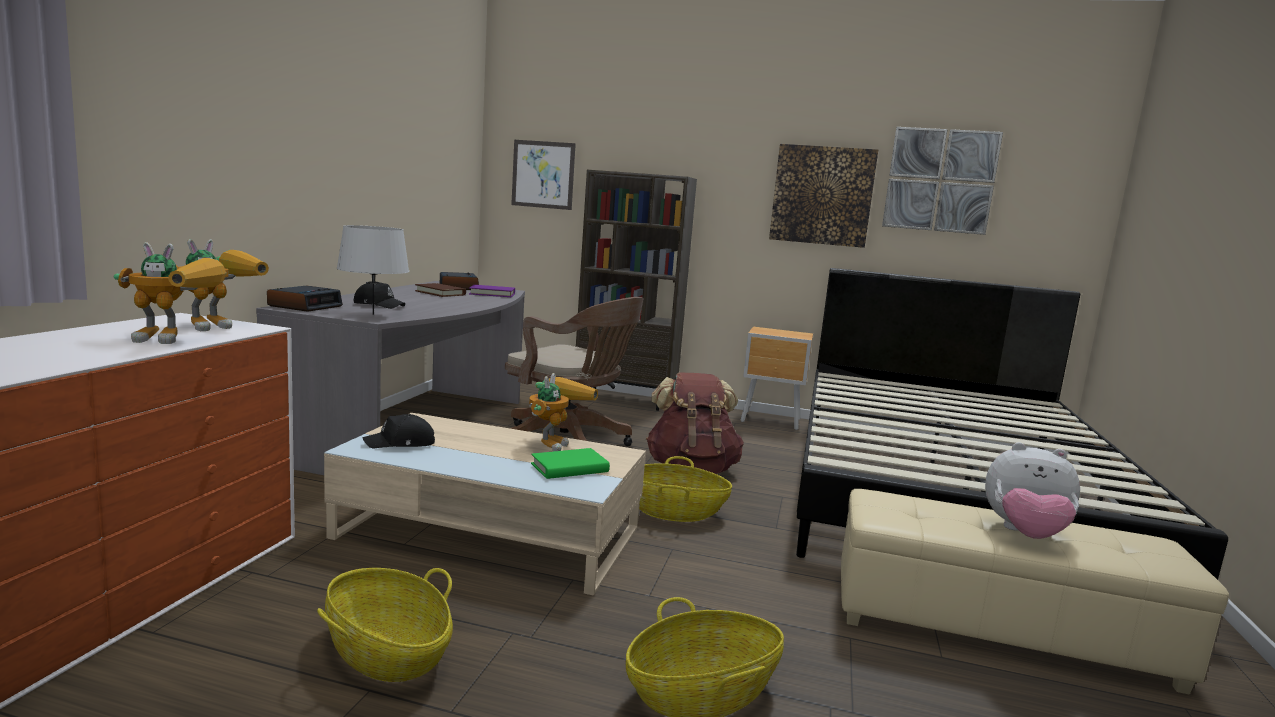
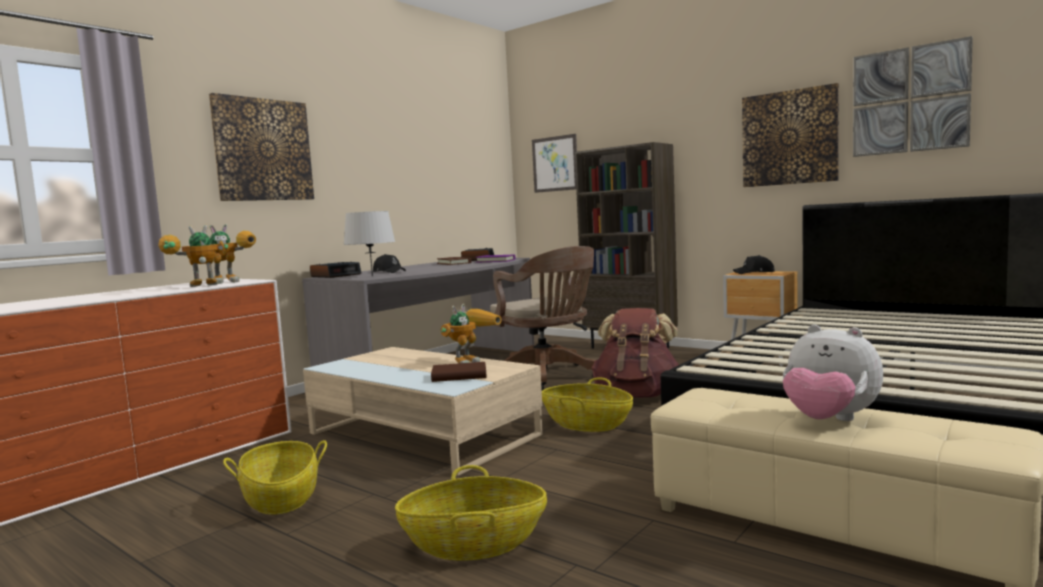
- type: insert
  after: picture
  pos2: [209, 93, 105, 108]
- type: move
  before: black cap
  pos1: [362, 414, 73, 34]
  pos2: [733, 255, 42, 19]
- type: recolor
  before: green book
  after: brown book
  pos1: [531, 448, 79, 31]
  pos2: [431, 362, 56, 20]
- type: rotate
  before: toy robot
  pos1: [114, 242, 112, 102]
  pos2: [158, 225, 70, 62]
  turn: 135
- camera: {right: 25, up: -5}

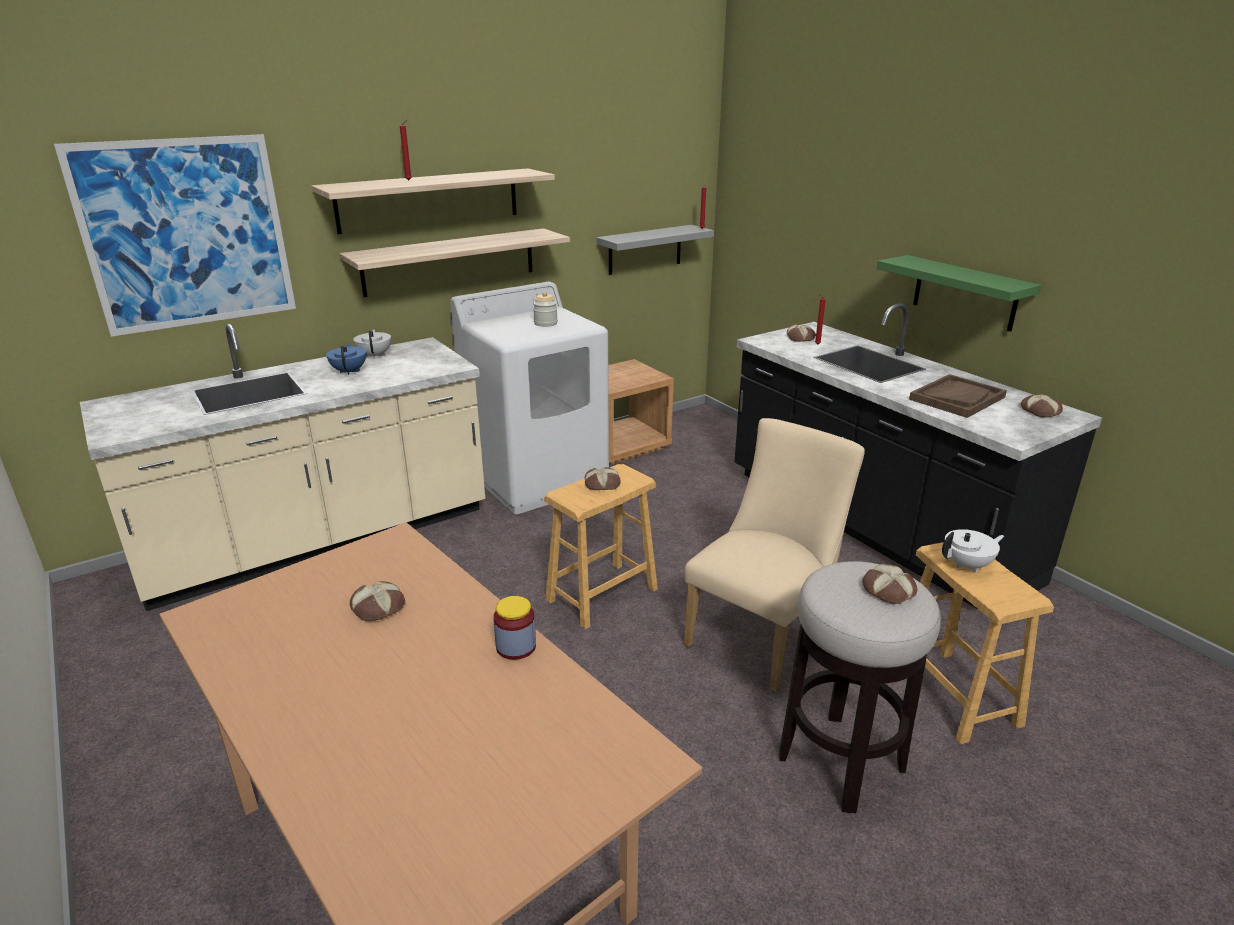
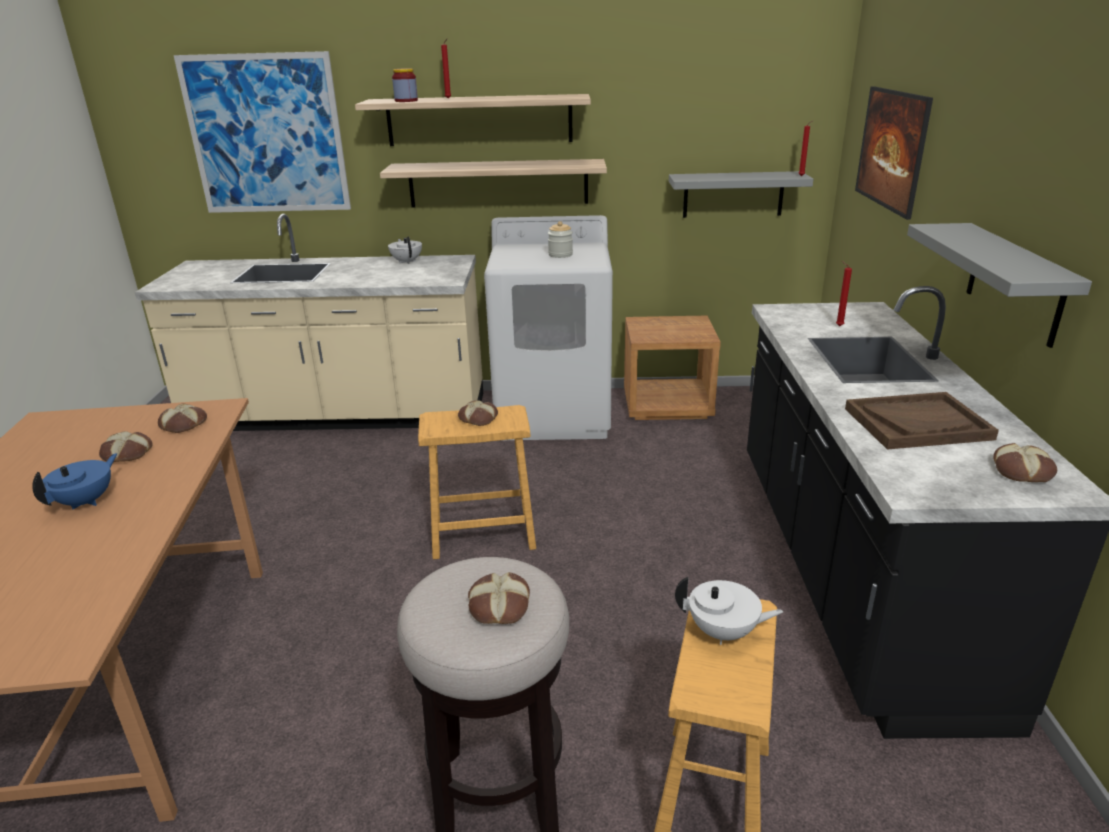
- type: delete
  before: beige chair
  pos1: [684, 418, 181, 273]
- type: insert
  after: picture
  pos2: [855, 86, 78, 134]
- type: move
  before: blue teapot
  pos1: [326, 343, 40, 32]
  pos2: [32, 453, 85, 56]
- type: move
  before: jar
  pos1: [493, 596, 43, 64]
  pos2: [392, 68, 26, 34]
- type: move
  before: bread
  pos1: [787, 324, 29, 18]
  pos2: [158, 403, 49, 30]
- type: recolor
  before: green shelf
  after: grey shelf
  pos1: [877, 255, 164, 77]
  pos2: [907, 223, 185, 125]
- type: rotate
  before: white teapot
  pos1: [353, 329, 38, 30]
  pos2: [388, 236, 34, 28]
  turn: -45
- camera: {right: 35, up: 0}

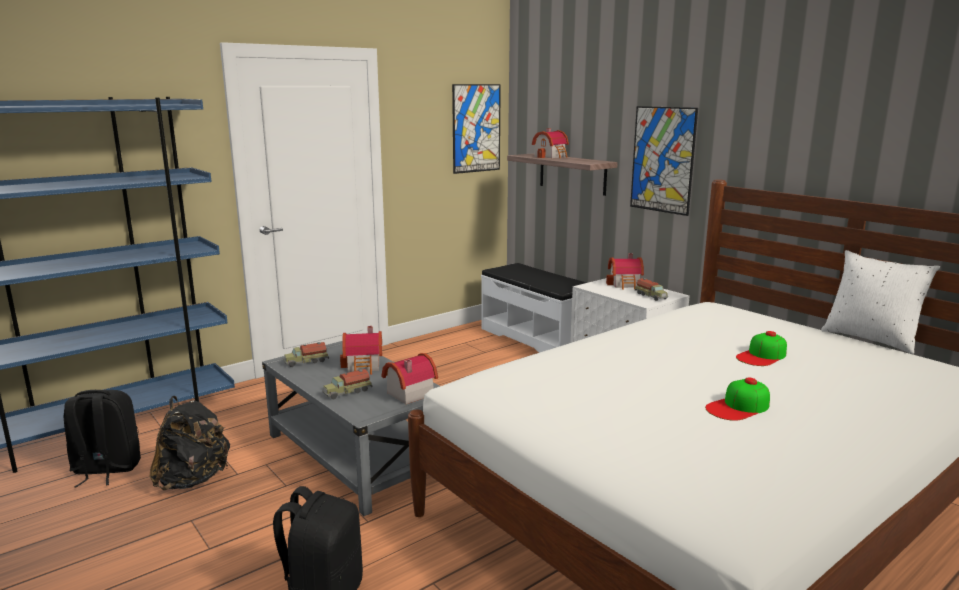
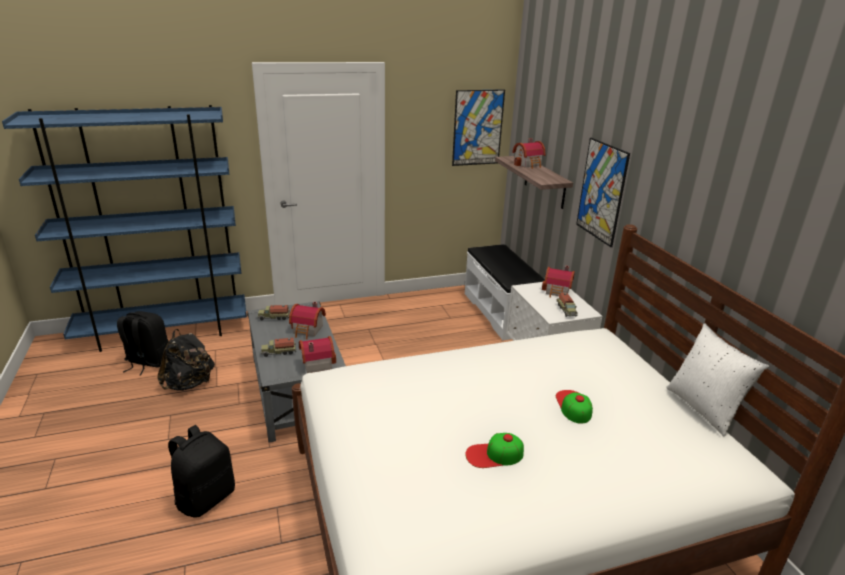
- type: rotate
  before: cap
  pos1: [736, 331, 51, 35]
  pos2: [556, 390, 37, 34]
  turn: 105
- camera: {right: 20, up: 10}

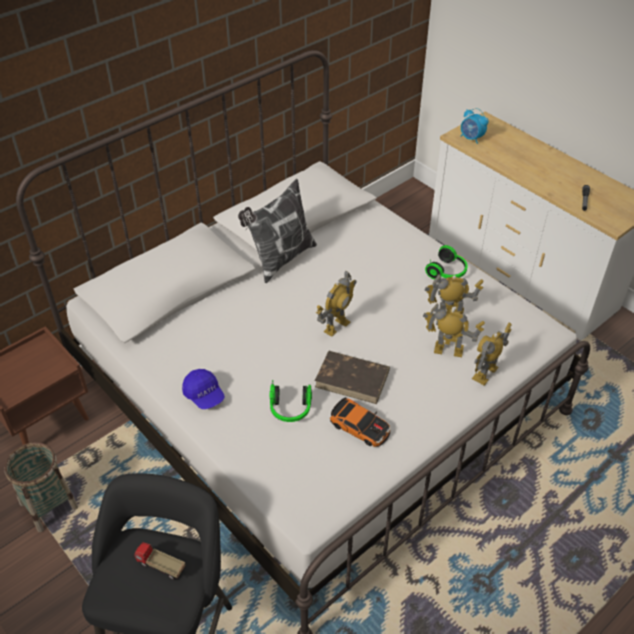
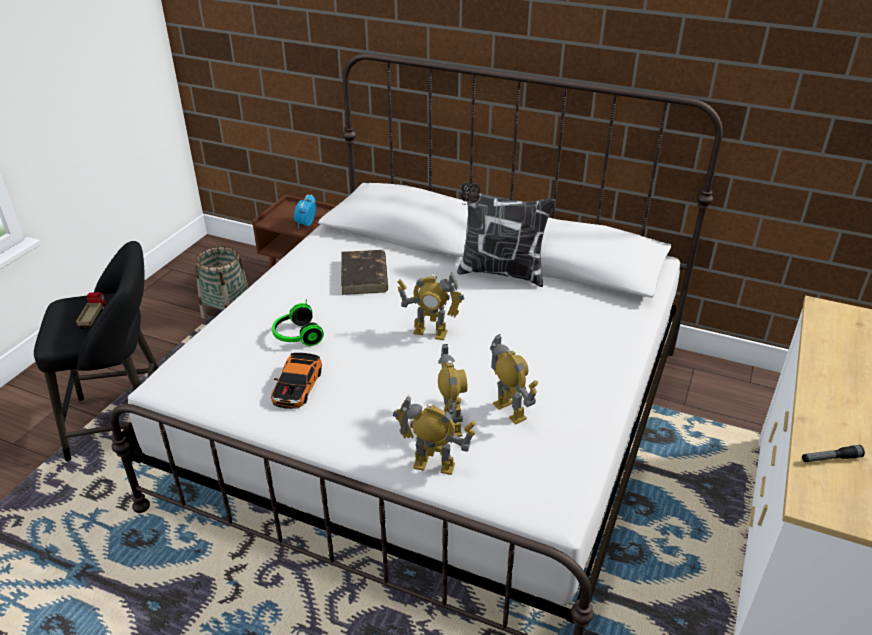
- type: delete
  before: blue cap
  pos1: [182, 369, 43, 40]
- type: delete
  before: headphones
  pos1: [425, 245, 43, 35]
- type: move
  before: brown book
  pos1: [315, 351, 75, 53]
  pos2: [341, 250, 47, 45]
- type: move
  before: alarm clock
  pos1: [461, 108, 28, 36]
  pos2: [294, 194, 22, 35]
- camera: {right: 65, up: -10}

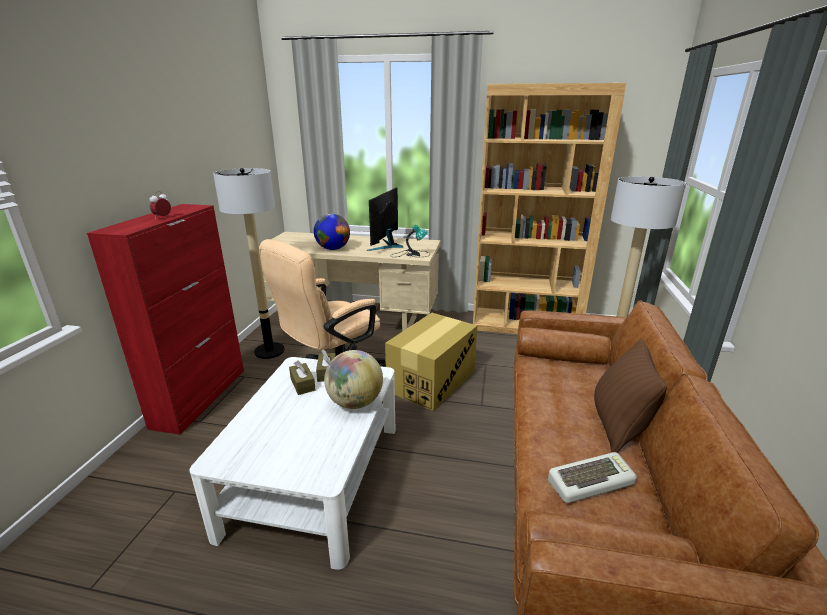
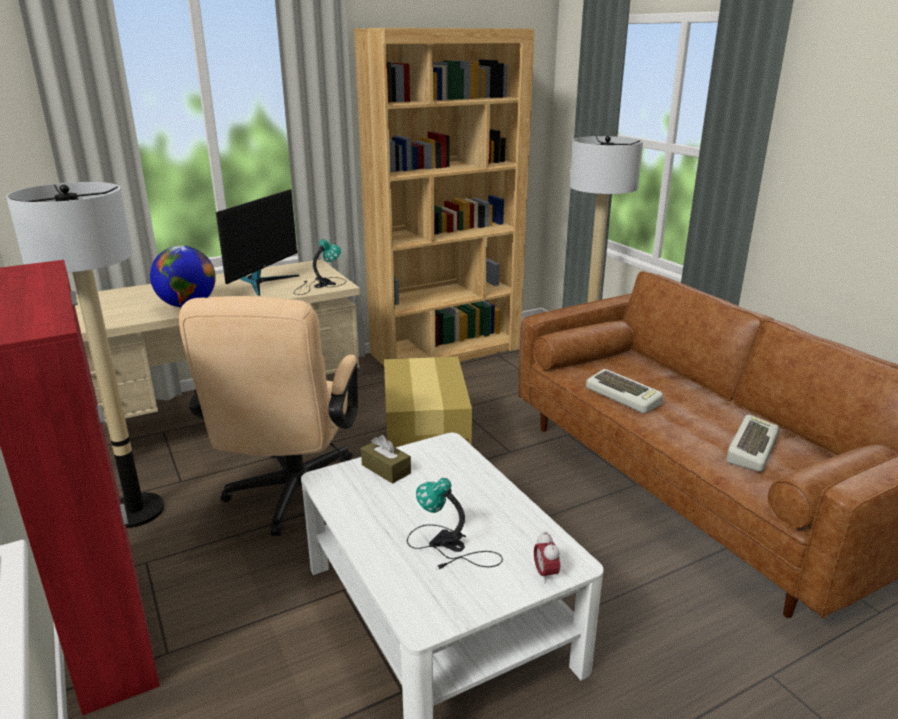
- type: delete
  before: brown tissue box
  pos1: [289, 361, 27, 34]
- type: delete
  before: globe
  pos1: [324, 350, 59, 59]
- type: delete
  before: brown pillow
  pos1: [594, 338, 73, 115]
- type: insert
  after: table lamp
  pos2: [407, 478, 96, 92]
- type: insert
  after: keyboard
  pos2: [586, 369, 77, 44]
- type: move
  before: alarm clock
  pos1: [150, 191, 21, 28]
  pos2: [534, 532, 26, 51]
- type: rotate
  before: monitor
  pos1: [367, 187, 36, 64]
  pos2: [216, 189, 83, 107]
  turn: -135
- camera: {right: -40, up: 0}

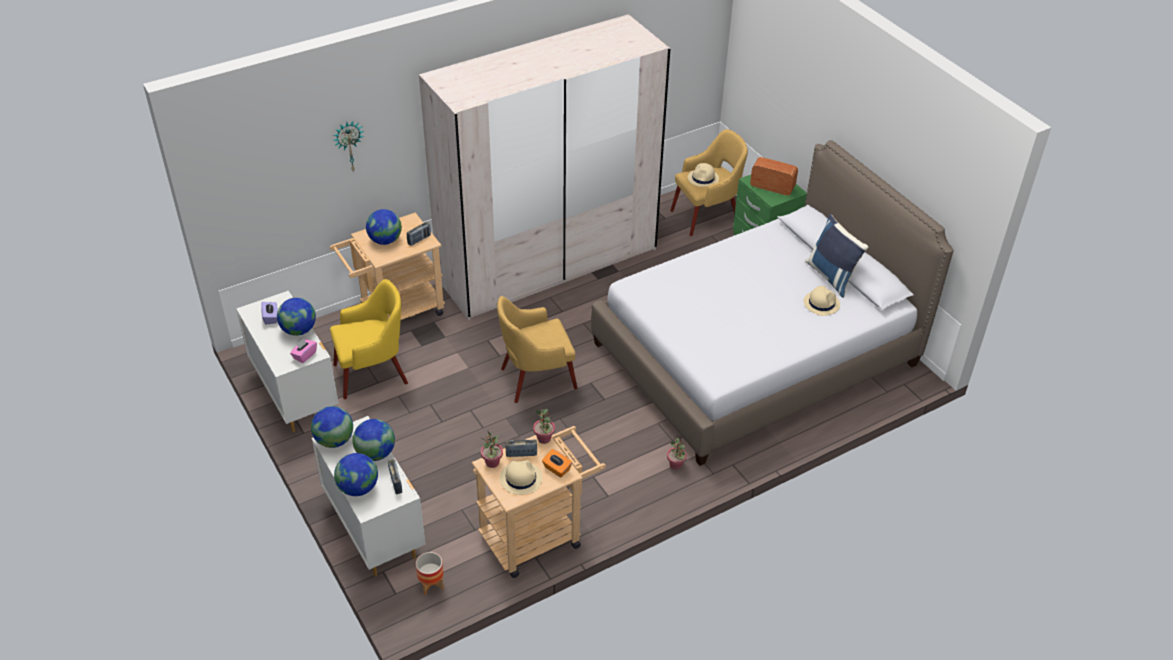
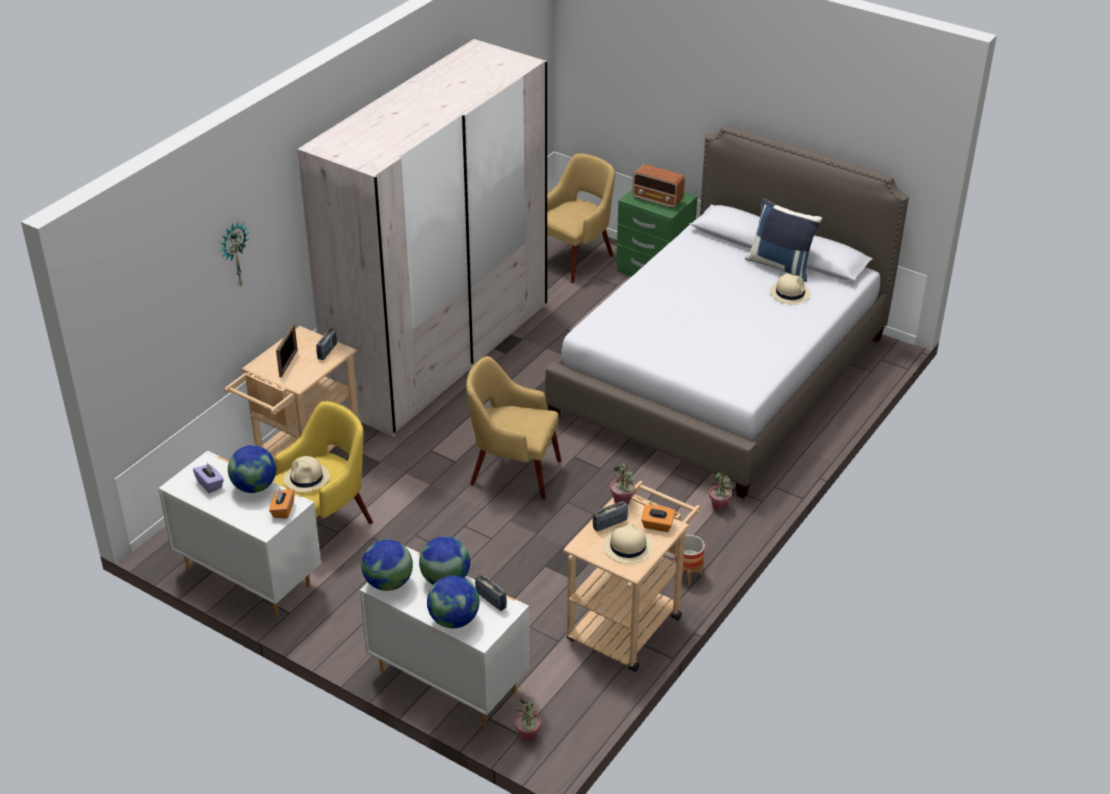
- type: move
  before: planter
  pos1: [416, 552, 28, 43]
  pos2: [674, 535, 31, 50]
- type: move
  before: potted plant
  pos1: [481, 430, 22, 38]
  pos2: [514, 699, 27, 43]
- type: move
  before: beige hat
  pos1: [688, 163, 31, 24]
  pos2: [284, 456, 46, 37]
- type: replace
  before: globe
  after: picture frame
  pos1: [366, 209, 36, 36]
  pos2: [276, 323, 22, 54]
- type: recolor
  before: pink tissue box
  after: orange tissue box
  pos1: [290, 339, 27, 24]
  pos2: [269, 488, 26, 31]
- type: rotate
  before: yellow armchair
  pos1: [497, 296, 81, 107]
  pos2: [466, 356, 95, 143]
  turn: 60
- type: rotate
  before: radio
  pos1: [750, 157, 48, 39]
  pos2: [632, 164, 53, 44]
  turn: -150
- camera: {right: -25, up: -5}

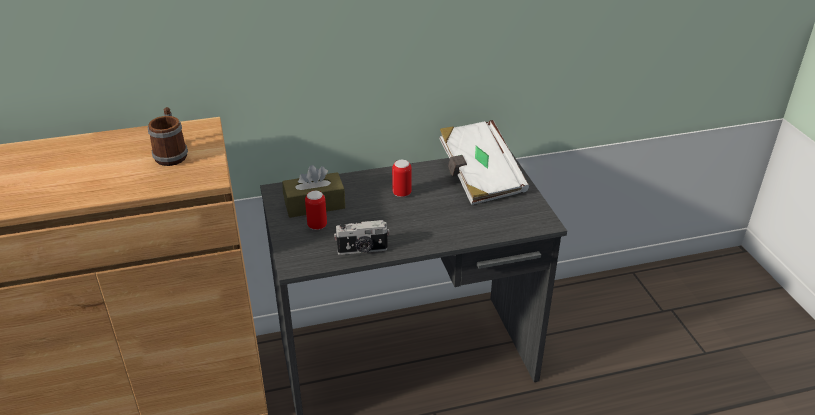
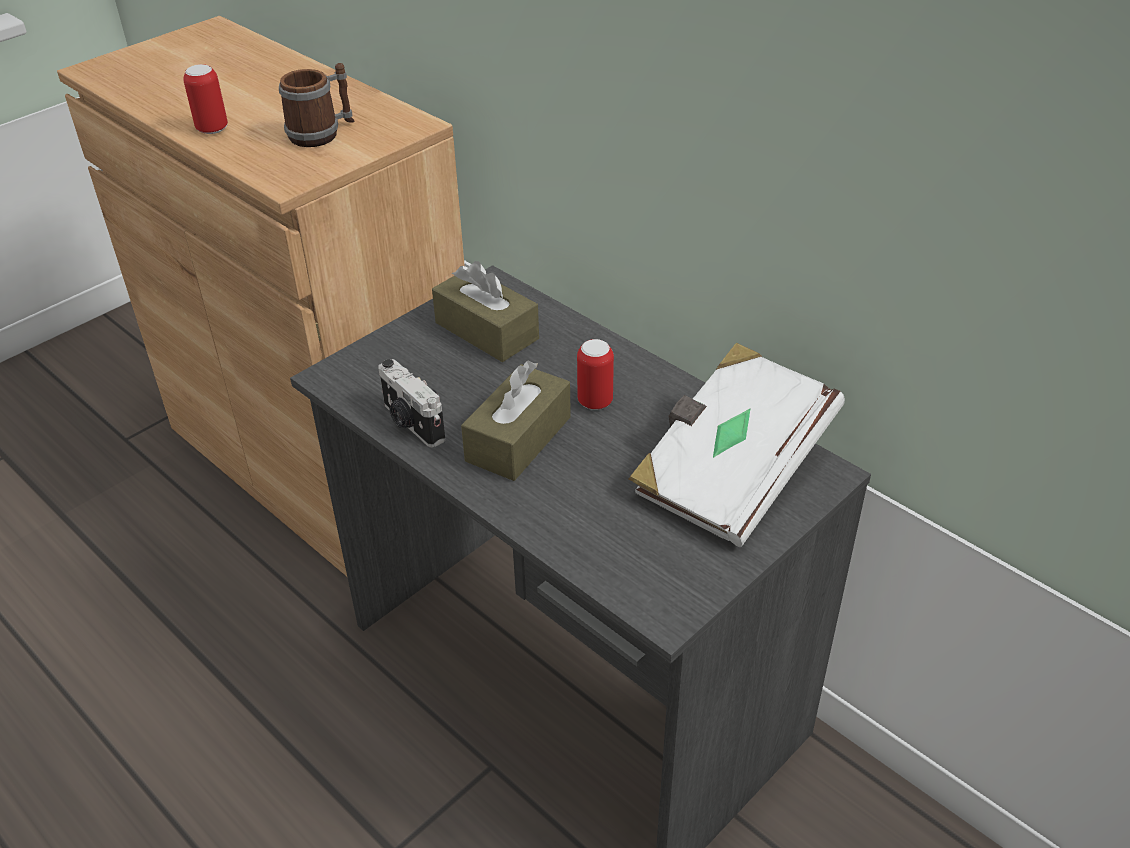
- type: insert
  after: brown tissue box
  pos2: [461, 360, 110, 121]
- type: move
  before: can
  pos1: [305, 191, 22, 39]
  pos2: [183, 64, 45, 70]
- camera: {right: 60, up: 5}

